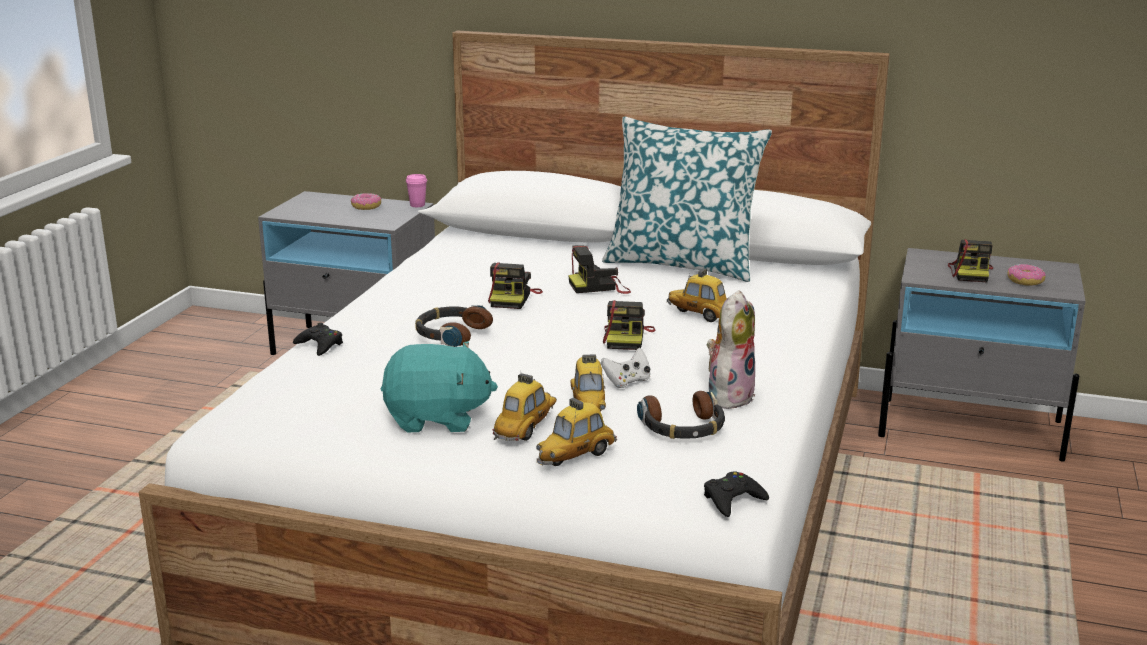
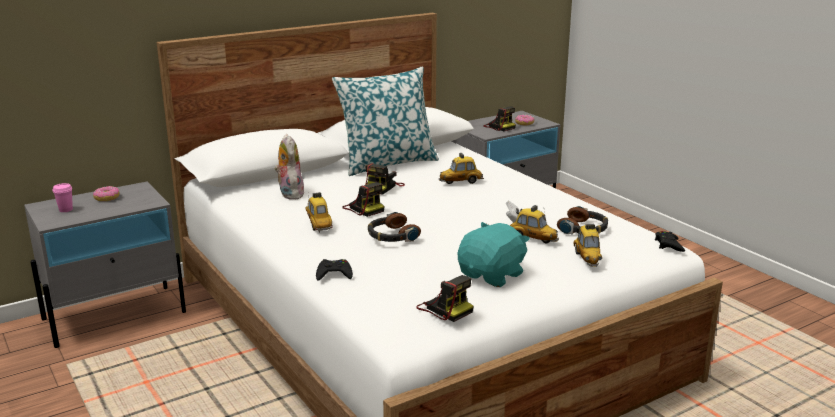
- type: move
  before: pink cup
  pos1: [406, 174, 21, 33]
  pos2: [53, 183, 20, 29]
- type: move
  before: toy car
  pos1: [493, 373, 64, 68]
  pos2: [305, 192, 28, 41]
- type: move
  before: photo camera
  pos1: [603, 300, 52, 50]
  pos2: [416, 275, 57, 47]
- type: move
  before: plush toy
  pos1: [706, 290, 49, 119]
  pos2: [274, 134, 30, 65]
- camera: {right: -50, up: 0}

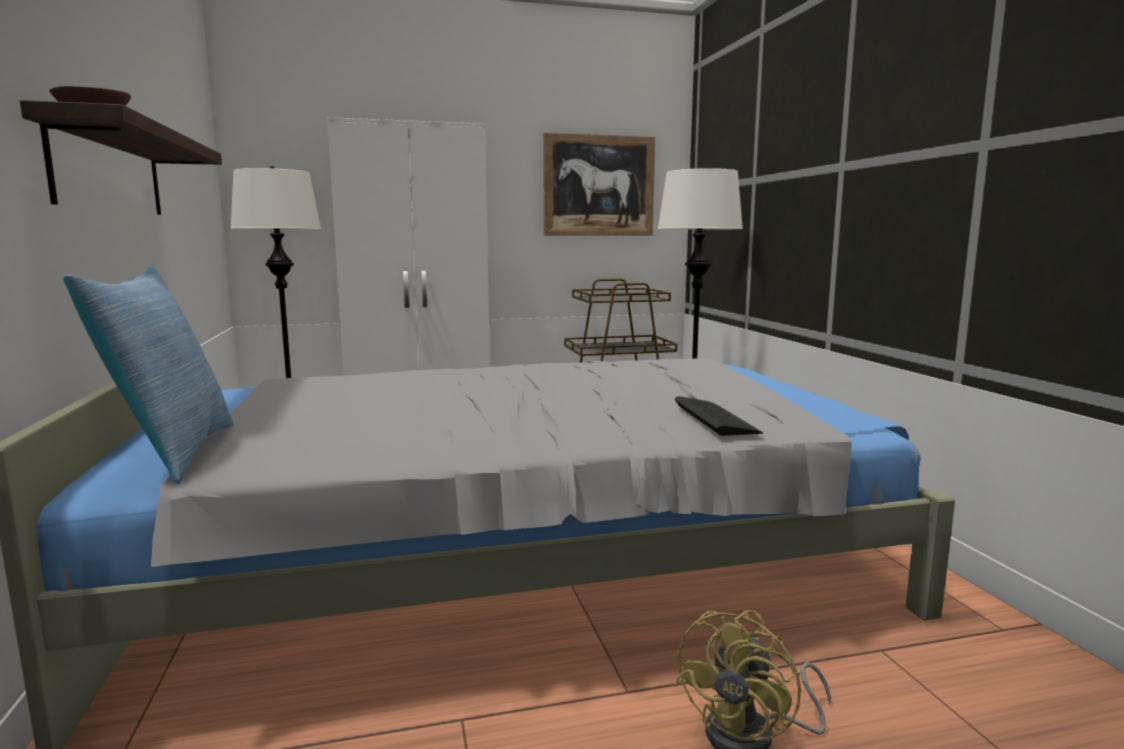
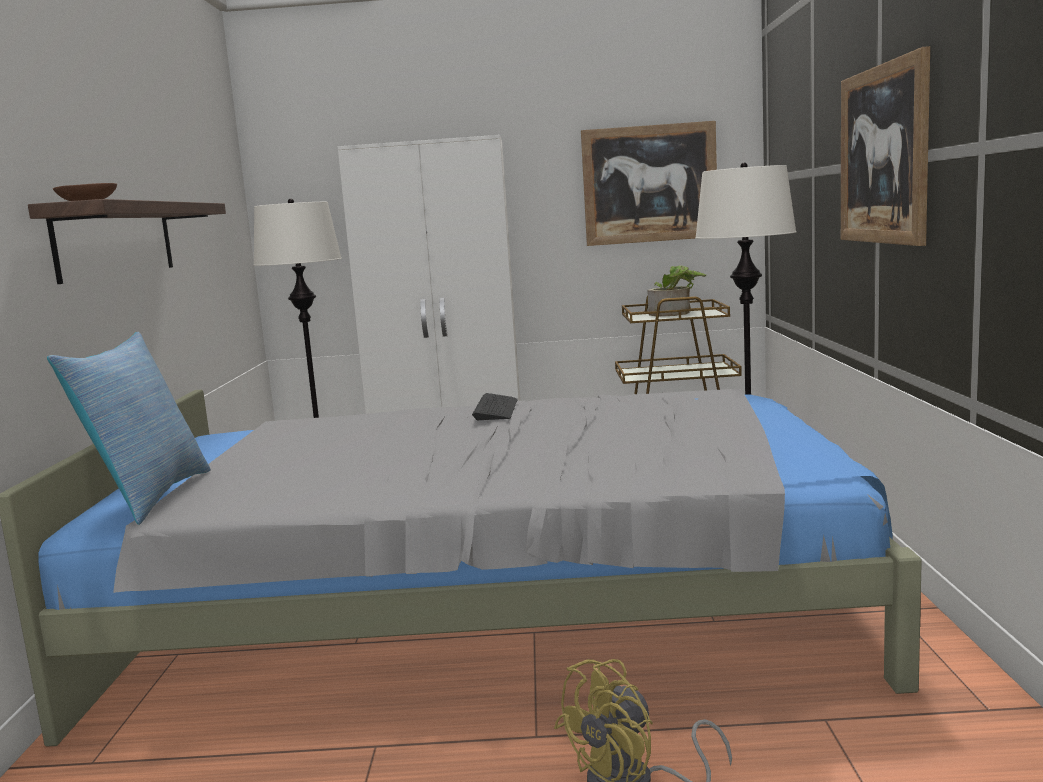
- type: insert
  after: potted plant
  pos2: [647, 265, 59, 51]
- type: insert
  after: picture
  pos2: [841, 46, 89, 200]
- type: move
  before: keyboard
  pos1: [675, 396, 88, 40]
  pos2: [472, 393, 46, 27]
- camera: {right: 15, up: 0}

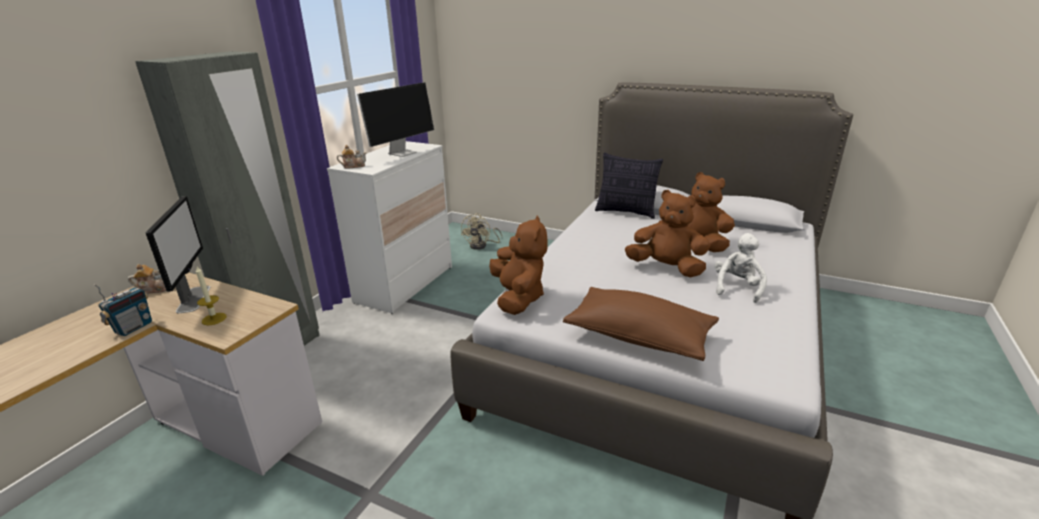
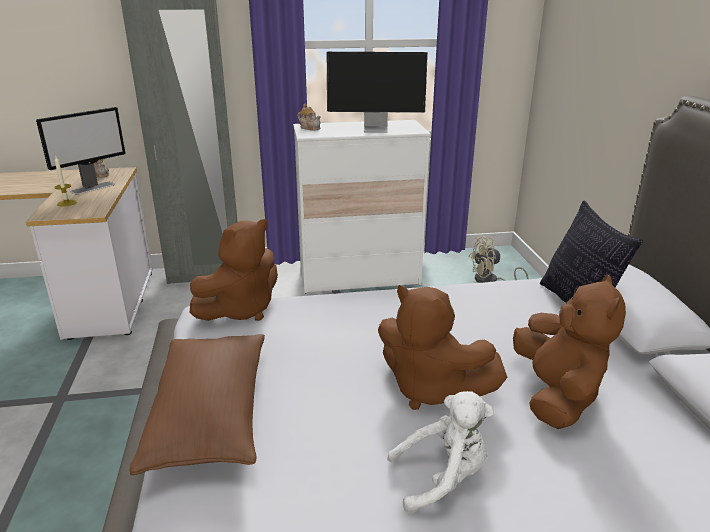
- type: delete
  before: radio
  pos1: [94, 284, 58, 52]
- type: rotate
  before: brown plush toy
  pos1: [625, 190, 85, 87]
  pos2: [378, 285, 129, 125]
  turn: 135
- camera: {right: 55, up: 0}

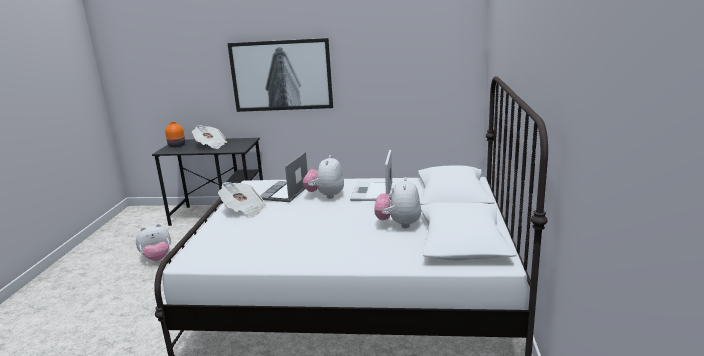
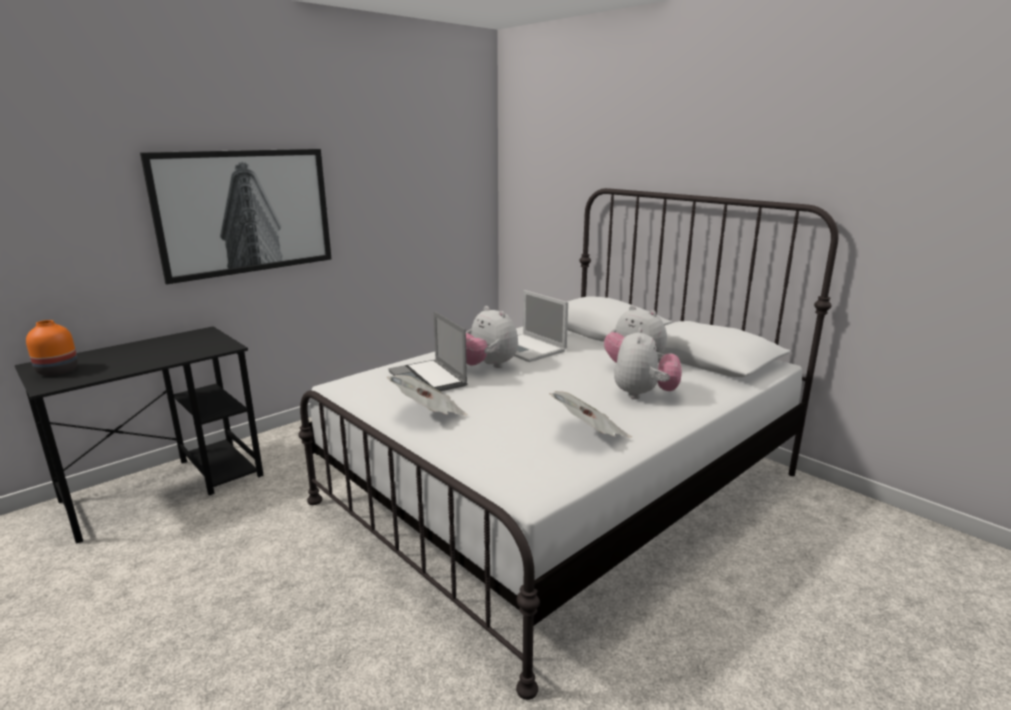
- type: move
  before: plush toy
  pos1: [136, 224, 35, 37]
  pos2: [614, 327, 68, 72]
- type: move
  before: newspaper
  pos1: [192, 125, 35, 24]
  pos2: [549, 391, 83, 47]
- camera: {right: -50, up: 0}

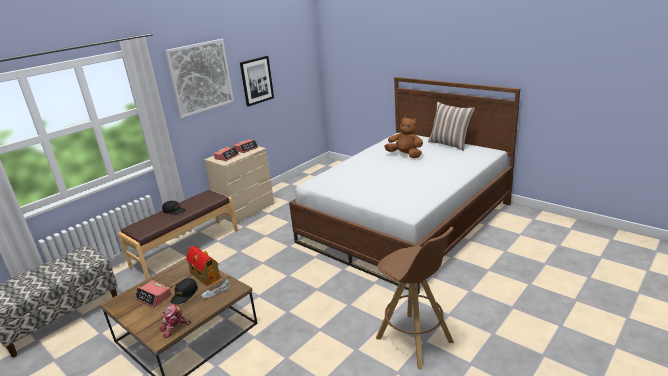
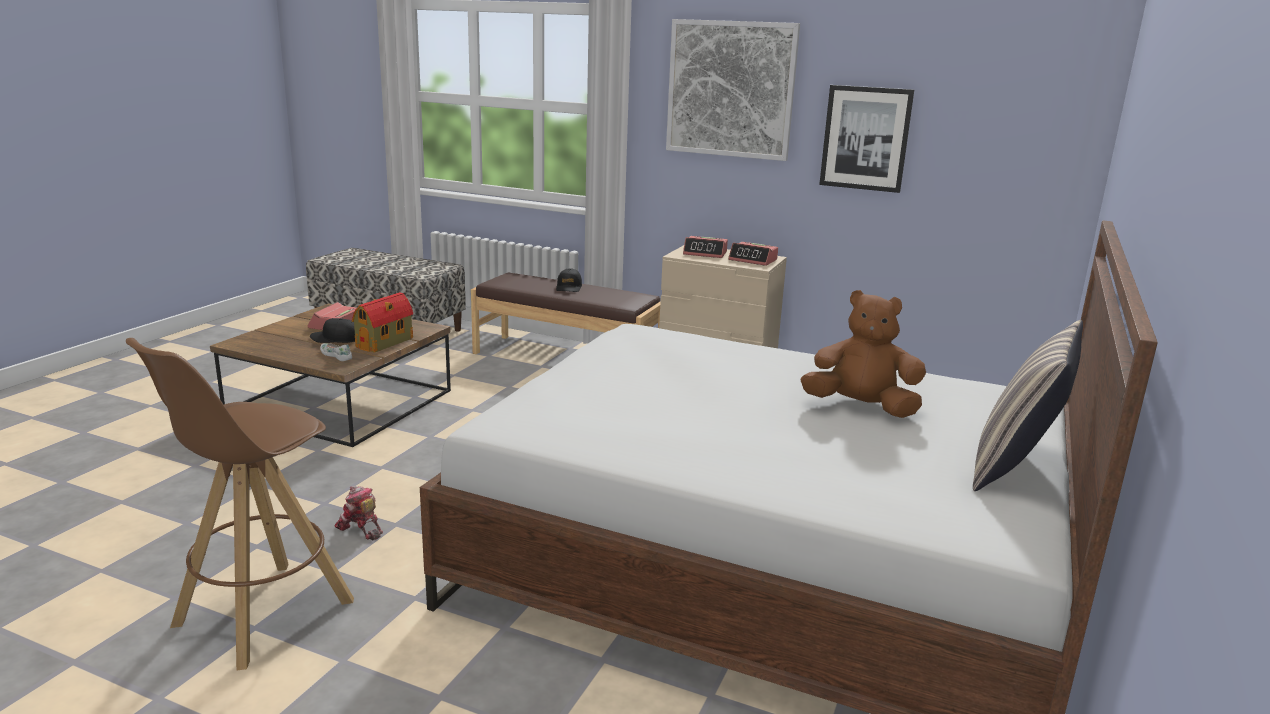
- type: move
  before: toy robot
  pos1: [159, 304, 32, 34]
  pos2: [334, 486, 49, 55]
- type: rotate
  before: brown plush toy
  pos1: [384, 116, 39, 42]
  pos2: [801, 290, 125, 128]
  turn: -90
- camera: {right: 70, up: -5}

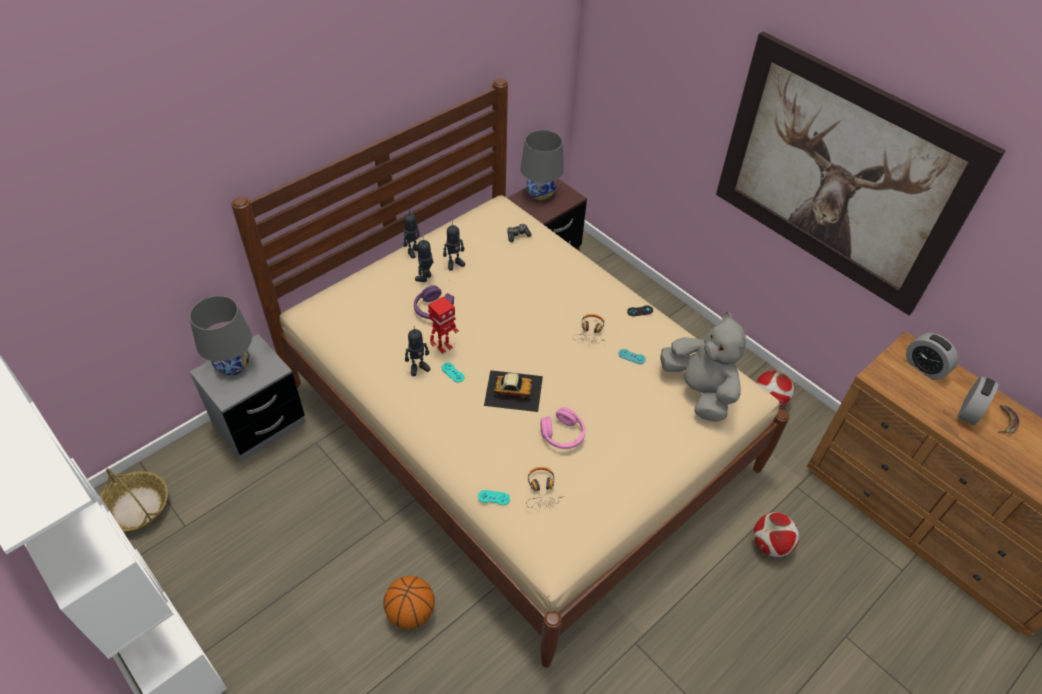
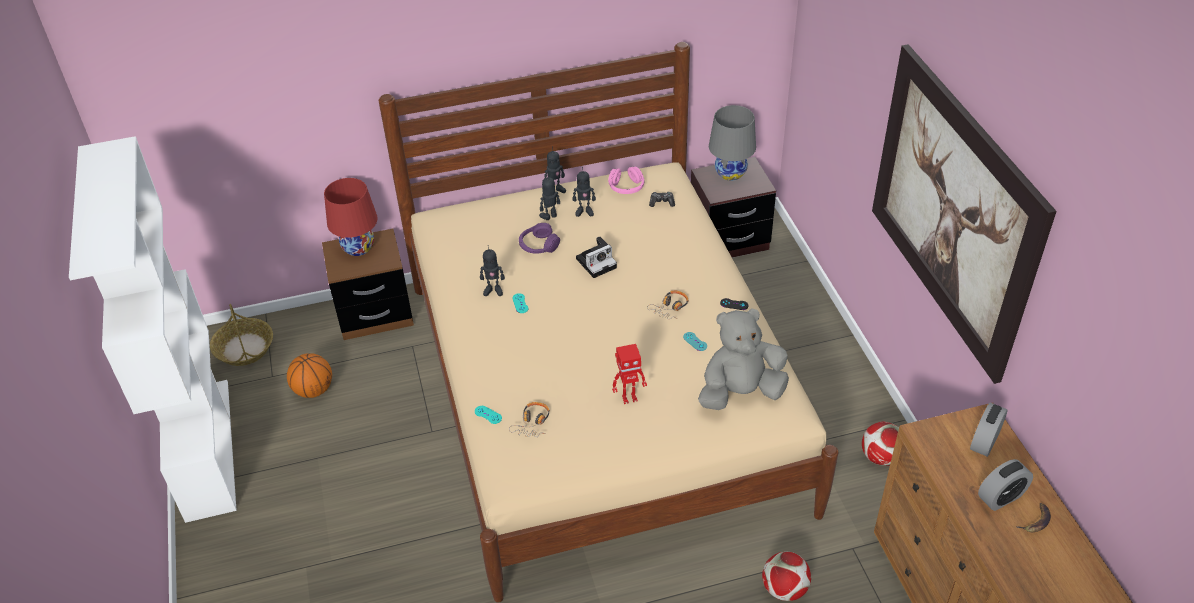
- type: delete
  before: toy car
  pos1: [484, 370, 59, 42]
- type: insert
  after: photo camera
  pos2: [576, 236, 41, 42]
- type: move
  before: basketball
  pos1: [383, 576, 52, 53]
  pos2: [287, 353, 45, 45]
- type: move
  before: toy robot
  pos1: [428, 296, 31, 58]
  pos2: [612, 344, 35, 60]
- type: move
  before: pink headphones
  pos1: [541, 407, 44, 42]
  pos2: [608, 167, 36, 27]
- type: recolor
  before: grey table lamp
  after: red table lamp
  pos1: [189, 296, 63, 79]
  pos2: [324, 178, 54, 78]
- type: recolor
  before: grey nightstand
  after: brown nightstand
  pos1: [190, 334, 116, 127]
  pos2: [322, 229, 92, 111]
- type: rotate
  before: grey plush toy
  pos1: [660, 312, 87, 110]
  pos2: [698, 308, 91, 102]
  turn: -105
- type: rotate
  before: alarm clock
  pos1: [906, 333, 52, 47]
  pos2: [970, 403, 38, 54]
  turn: 45
- camera: {right: 30, up: -5}

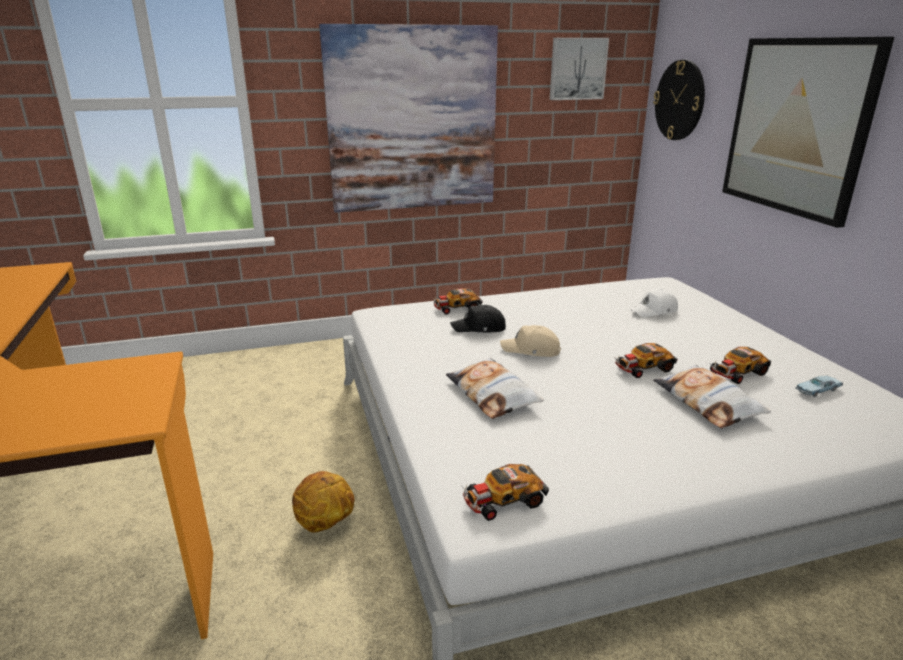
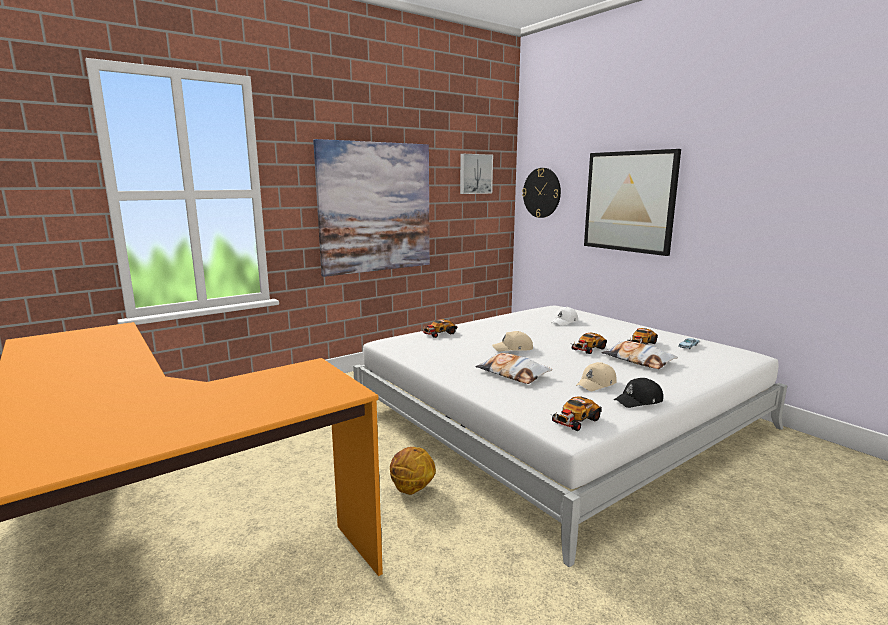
- type: insert
  after: beige cap
  pos2: [576, 362, 41, 29]
- type: move
  before: black cap
  pos1: [450, 305, 56, 27]
  pos2: [614, 378, 49, 30]
- camera: {right: -20, up: -10}

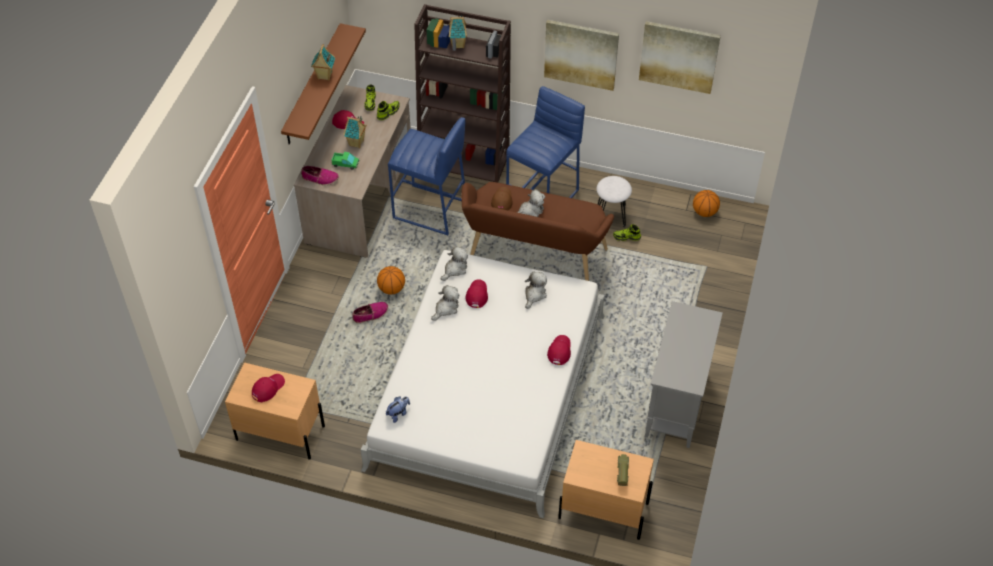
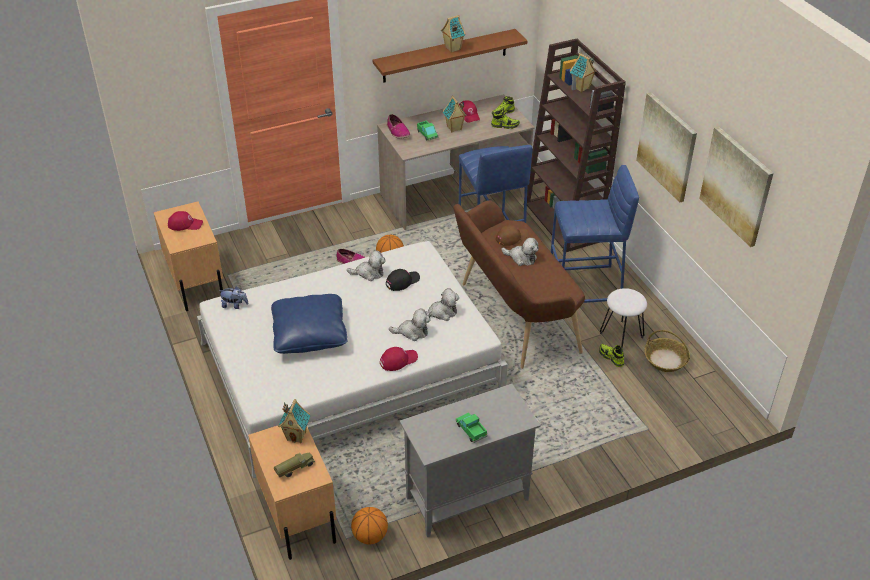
- type: insert
  after: blue pillow
  pos2: [271, 294, 77, 60]
- type: insert
  after: toy house
  pos2: [279, 399, 31, 44]
- type: insert
  after: toy truck
  pos2: [455, 412, 32, 31]
- type: insert
  after: basket
  pos2: [644, 330, 46, 42]
- type: move
  before: plush toy
  pos1: [441, 246, 27, 35]
  pos2: [389, 308, 42, 33]
- type: move
  before: basketball
  pos1: [693, 190, 27, 27]
  pos2: [351, 507, 37, 38]
- type: recolor
  before: red cap
  after: black cap
  pos1: [465, 279, 23, 29]
  pos2: [386, 269, 34, 22]
- camera: {right: 50, up: -10}

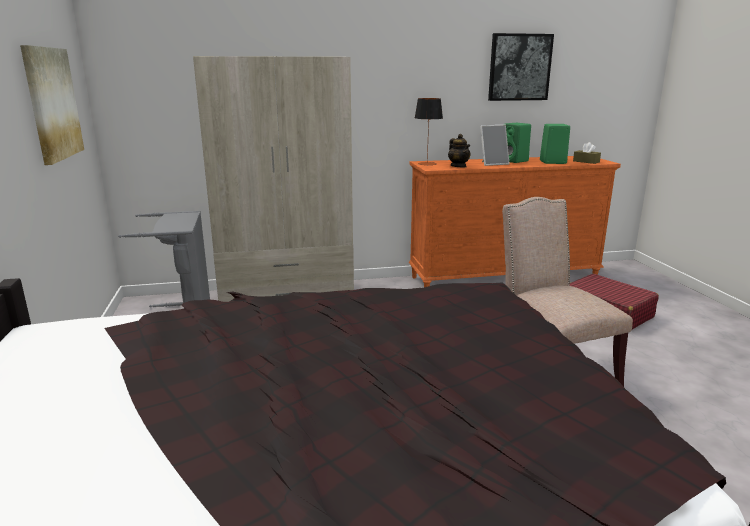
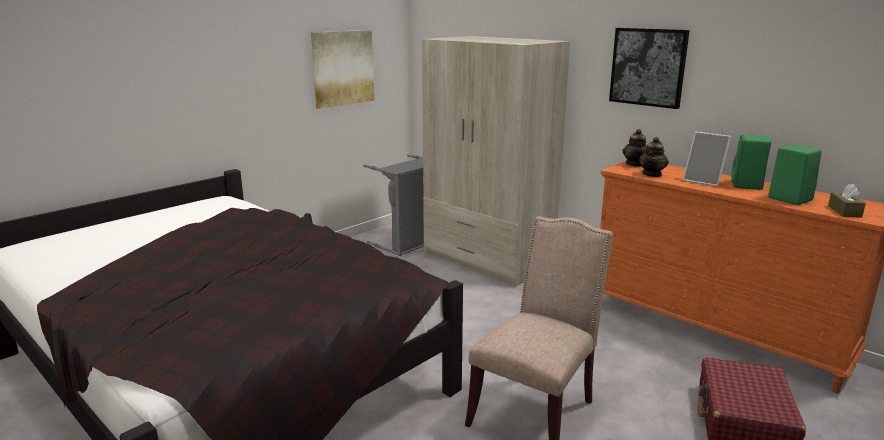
- type: move
  before: picture
  pos1: [488, 33, 66, 68]
  pos2: [609, 28, 81, 81]
- type: replace
  before: table lamp
  after: teapot
  pos1: [415, 98, 28, 68]
  pos2: [622, 129, 25, 38]
- camera: {right: 55, up: 0}

